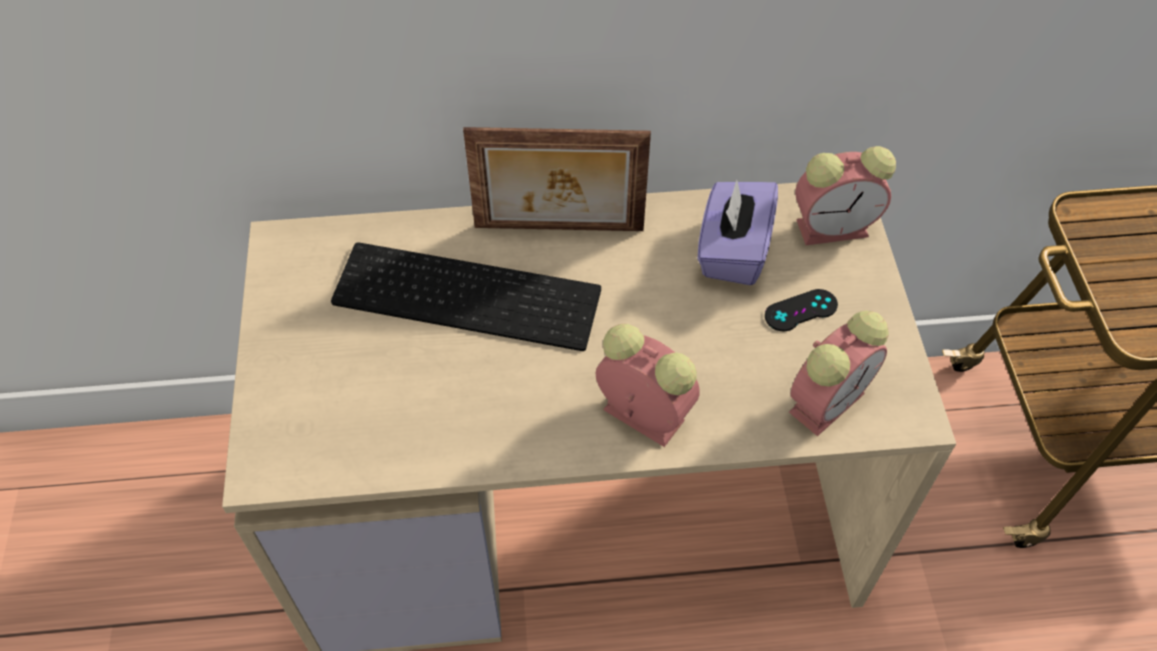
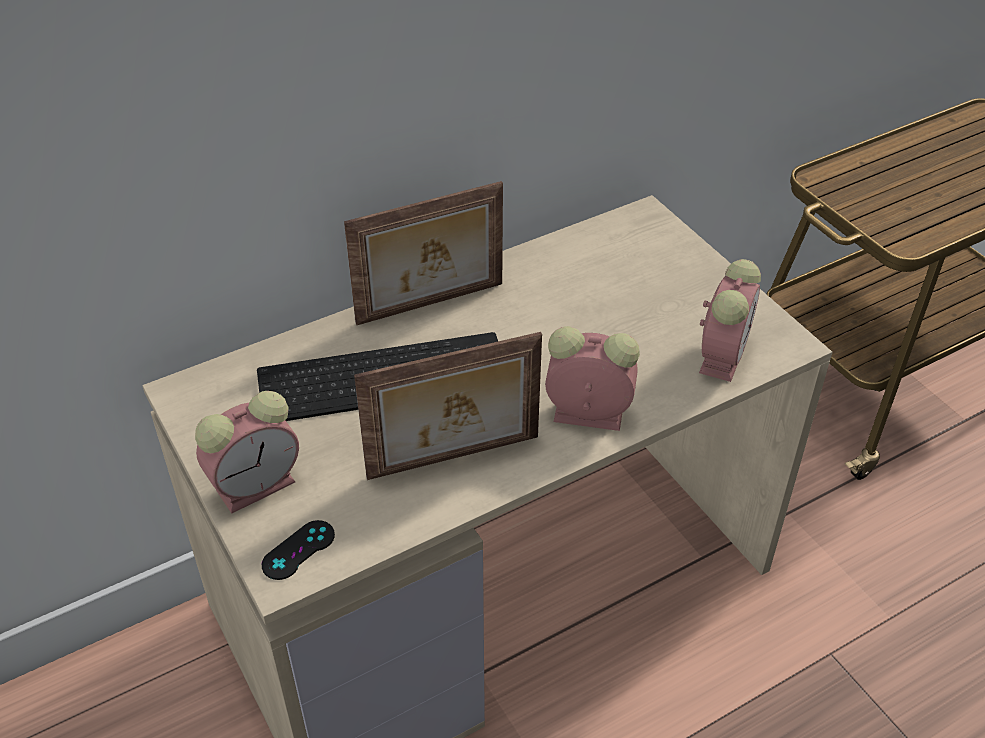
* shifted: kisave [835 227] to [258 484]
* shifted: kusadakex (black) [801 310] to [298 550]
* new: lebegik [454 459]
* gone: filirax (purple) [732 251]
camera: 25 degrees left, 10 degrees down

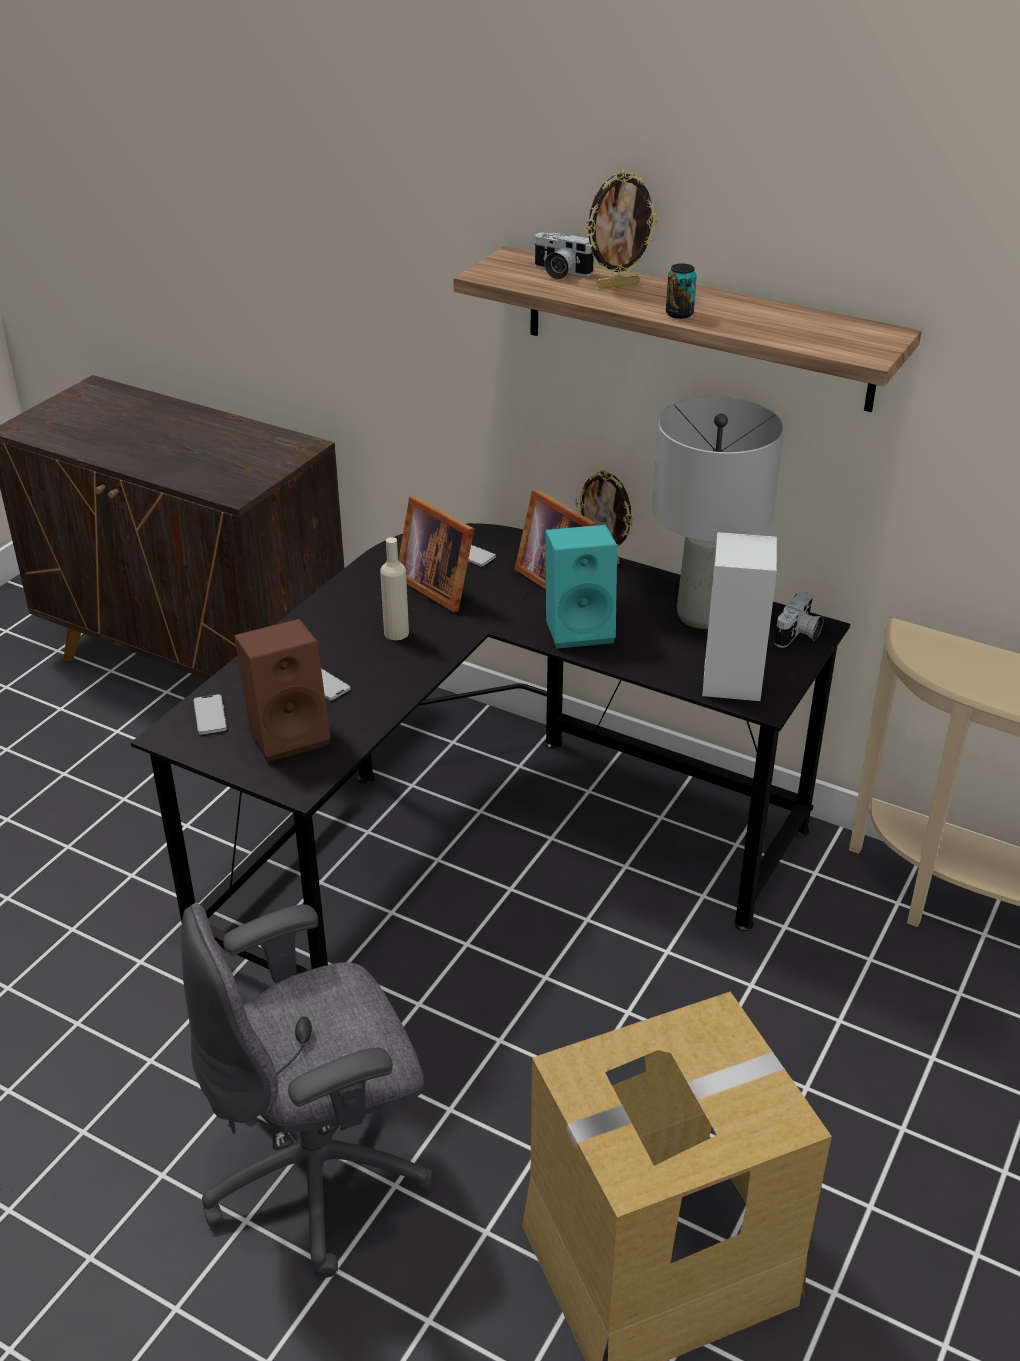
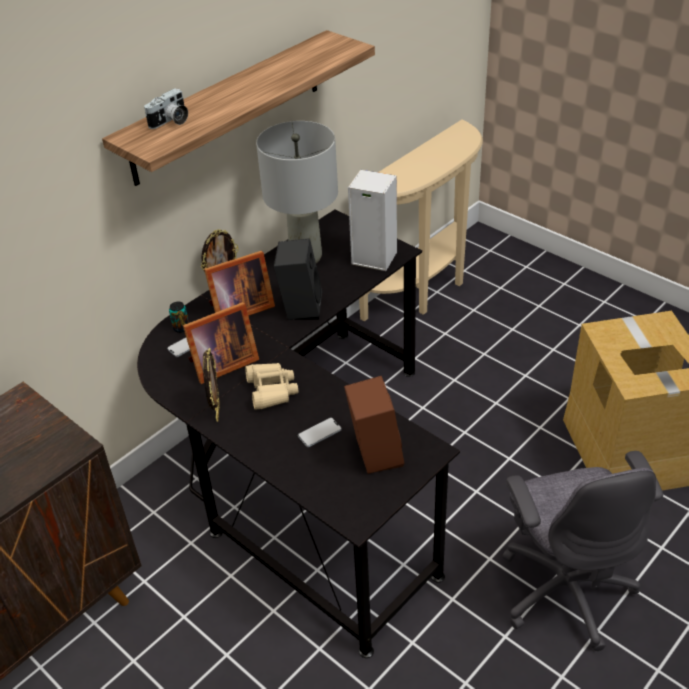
* shifted: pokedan [679 314] to [181 328]
* shifted: lebegik [617 285] to [216 411]
* swapped: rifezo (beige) [396 633] to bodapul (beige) [271 390]
* repainted: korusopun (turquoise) [580 628] to korusopun (black) [300 306]
* gone: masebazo [210 715]
* gone: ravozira [798 635]
camera: 75 degrees left, 5 degrees up

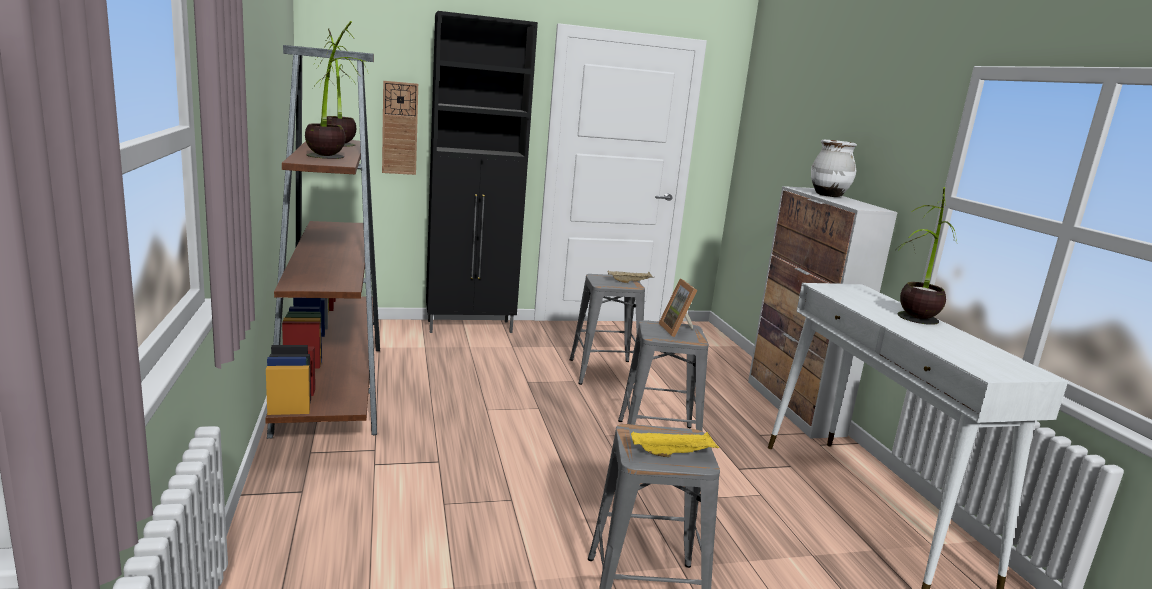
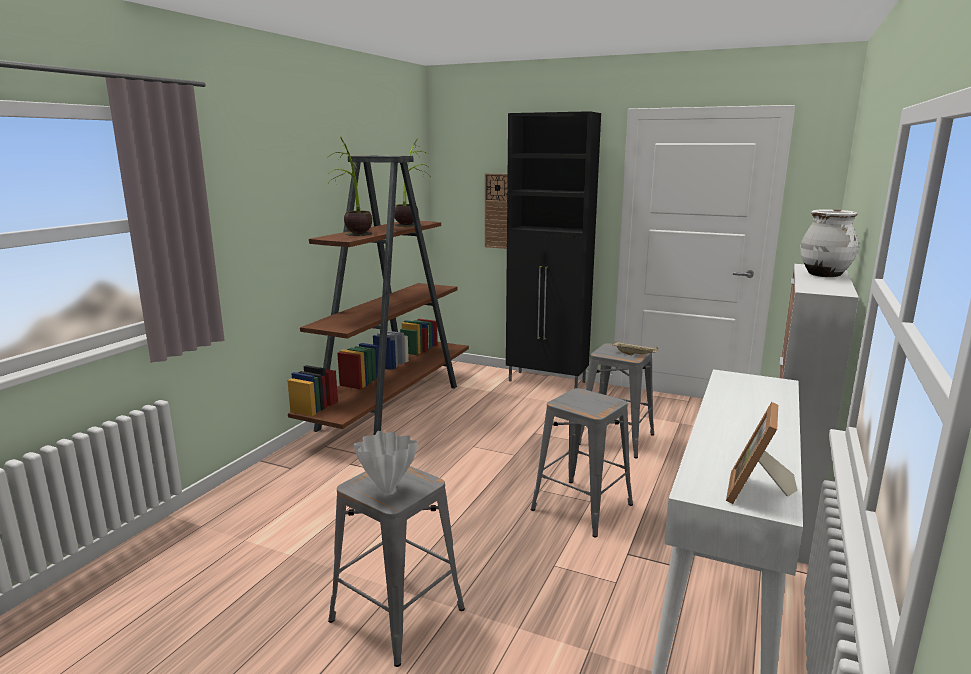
* swapped: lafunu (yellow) [673 454] to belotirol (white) [386 490]
* shifted: lebegik [678 330] to [756 493]
* gone: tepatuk [913 323]
camera: 40 degrees right, 0 degrees up

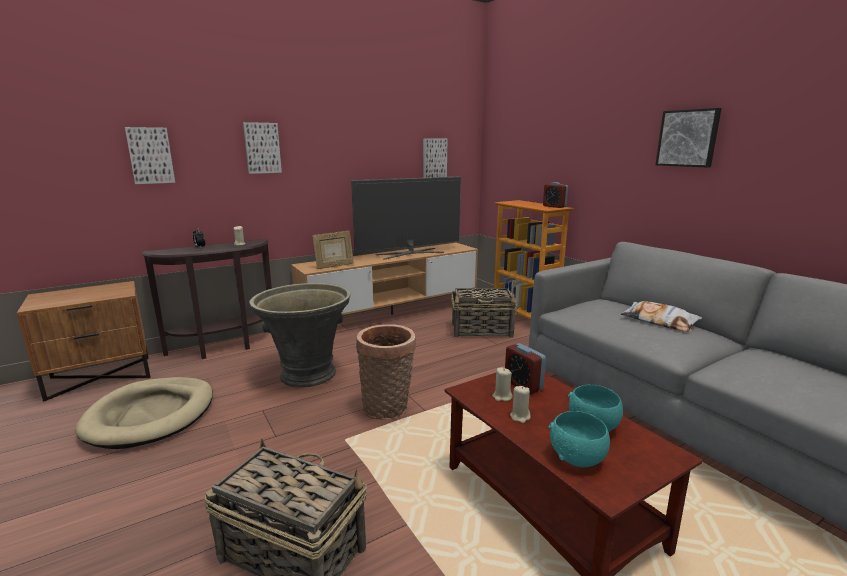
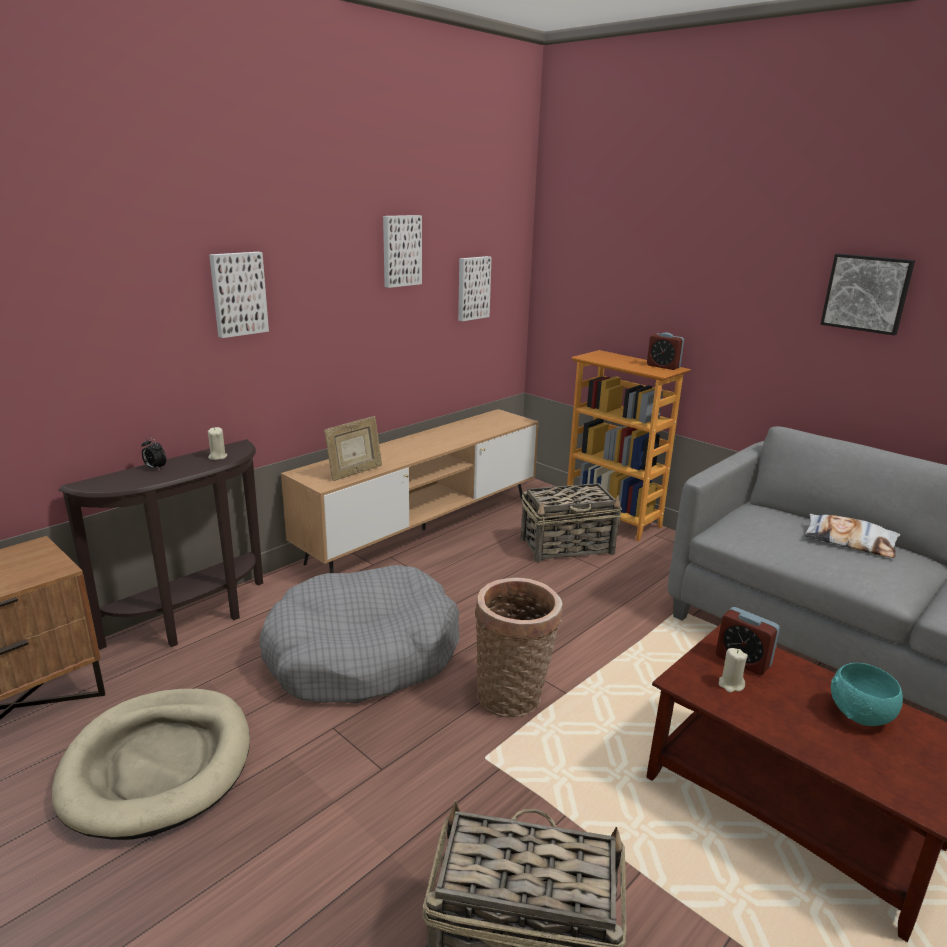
* swapped: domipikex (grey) [307 374] to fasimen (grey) [362 654]
* shifted: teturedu [150 155] to [400 250]
* gone: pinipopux [410 253]
* gone: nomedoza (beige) [520 417]
* gone: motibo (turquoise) [578 458]
camera: 15 degrees left, 5 degrees up

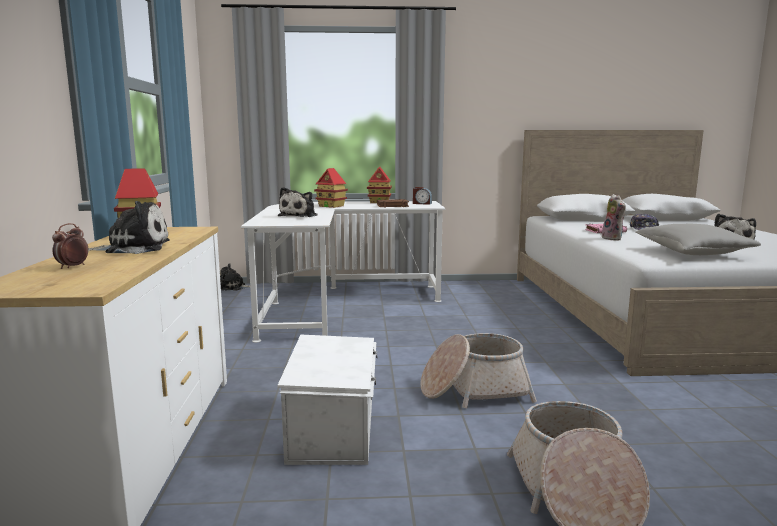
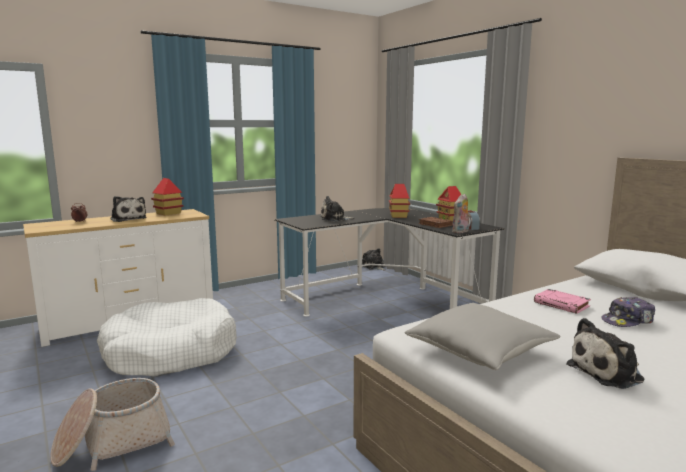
* swapped: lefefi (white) [335 429] to fasimen (white) [170 353]
* repainted: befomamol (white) [338 304] to befomamol (black) [385 299]
* shifted: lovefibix [613 238] to [461 232]
* gone: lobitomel [474 390]
camera: 60 degrees right, 0 degrees up

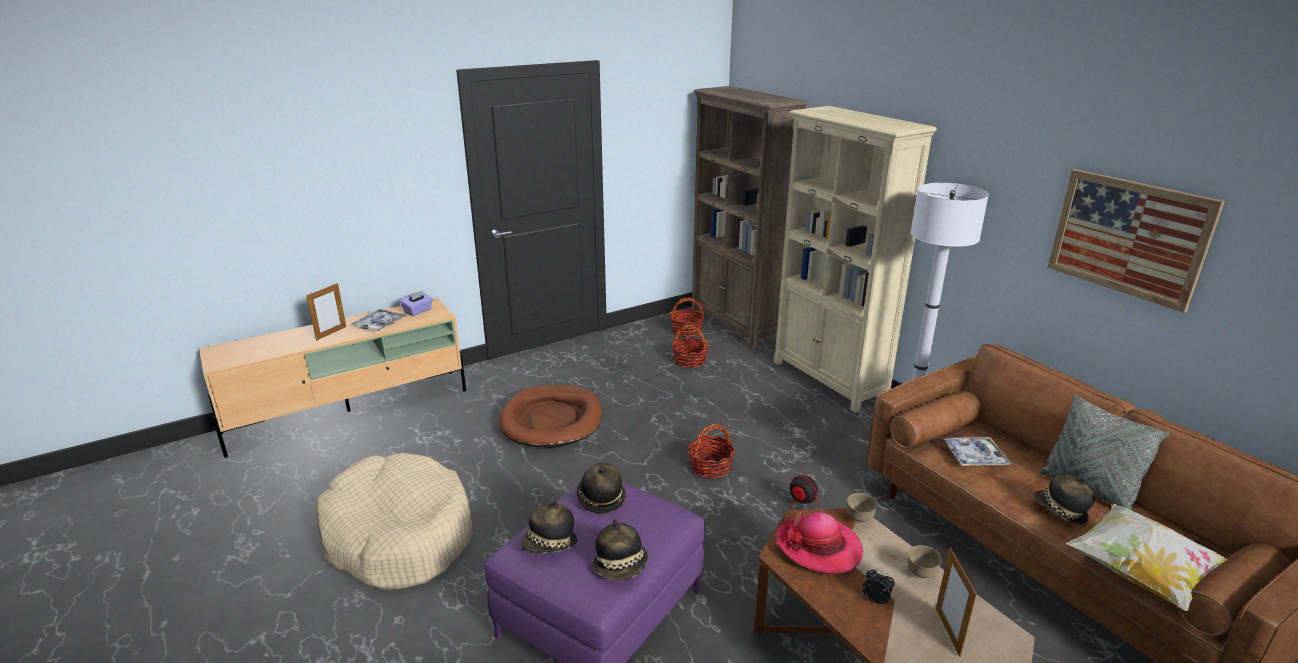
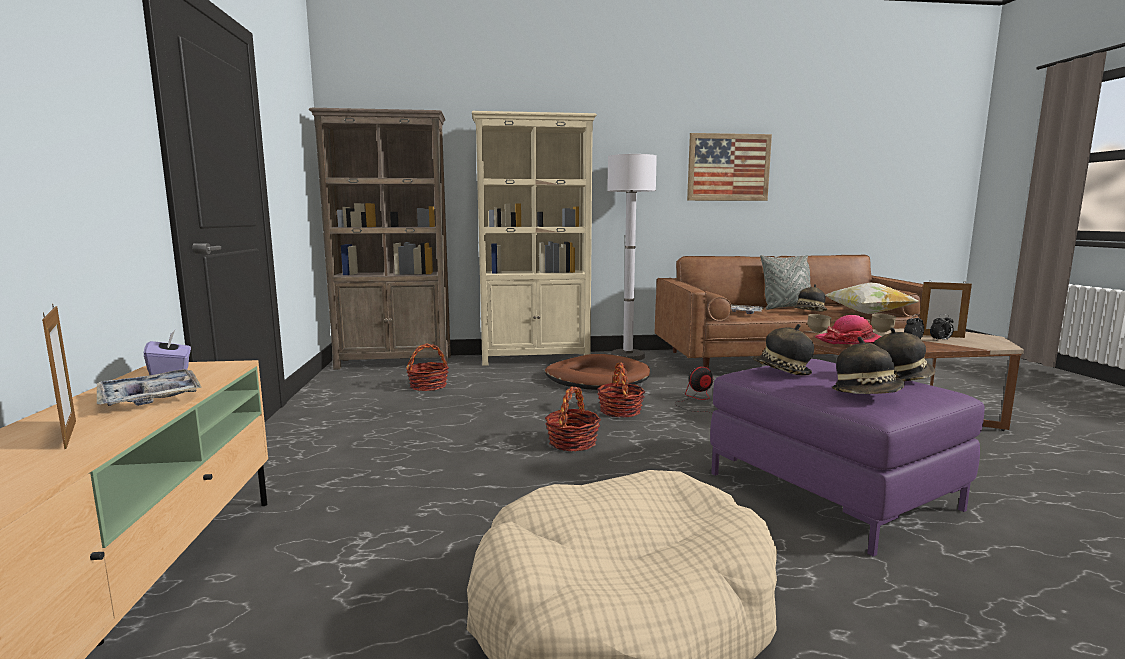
* shifted: fasimen (brown) [551 420] to [597 378]
* shifted: lobitomel [687 330] to [572 442]
* new: kisave [940 340]
camera: 65 degrees left, 15 degrees down

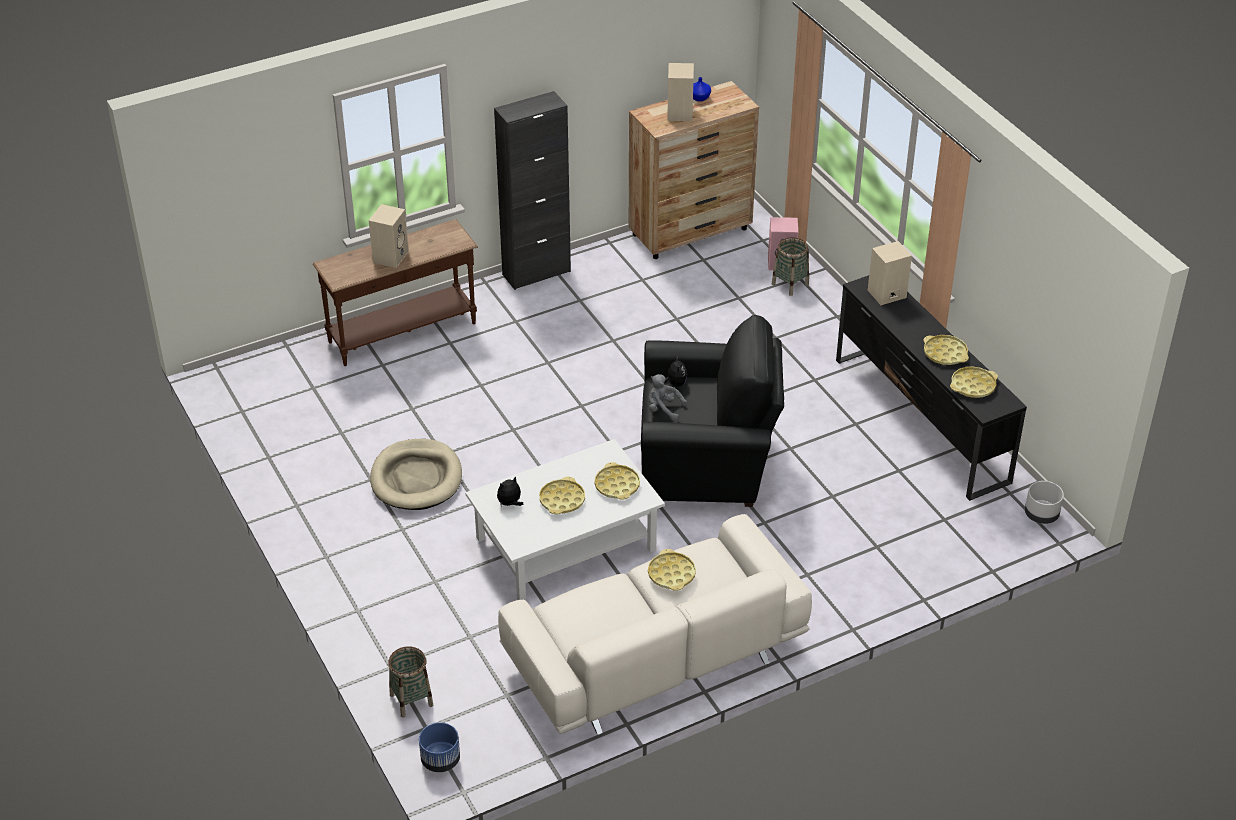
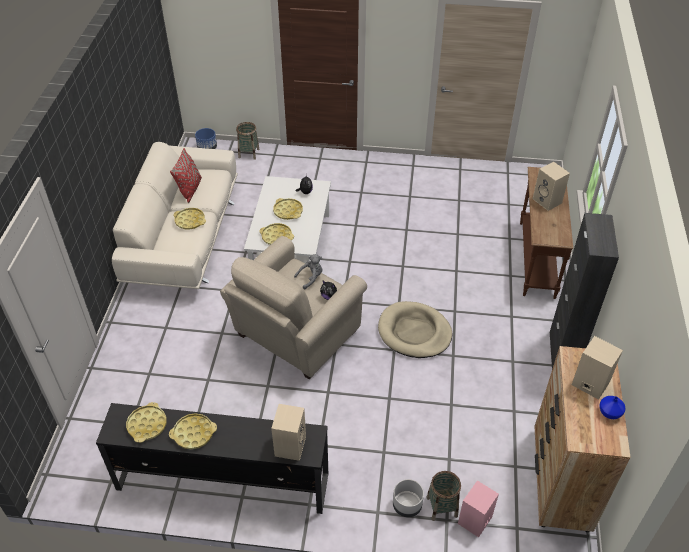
* new: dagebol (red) [190 190]
* repainted: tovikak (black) [707 463] to tovikak (beige) [294 336]
* shifted: fasimen (beige) [416 478] to [414 332]
* shifted: domipikex (grey) [1041 515] to [406 505]
camera: 125 degrees right, 5 degrees up

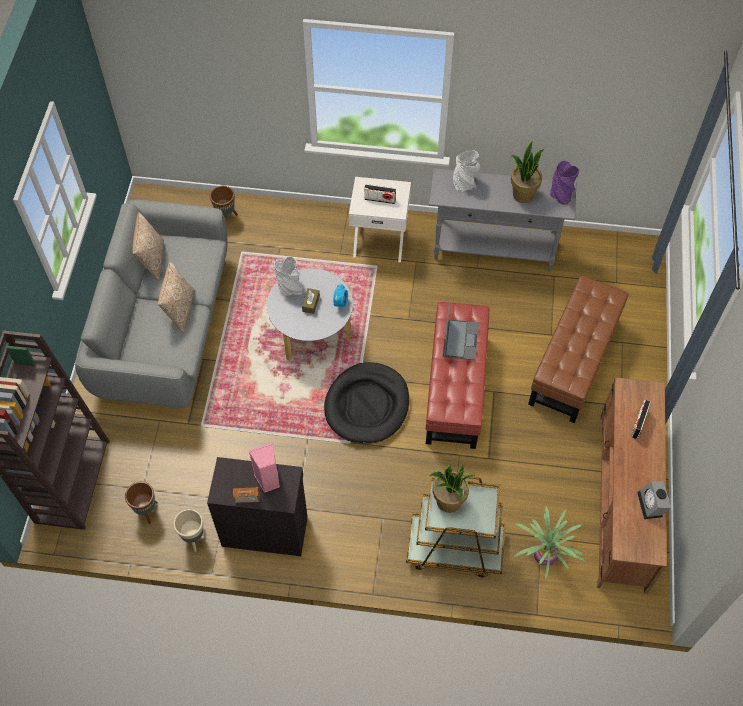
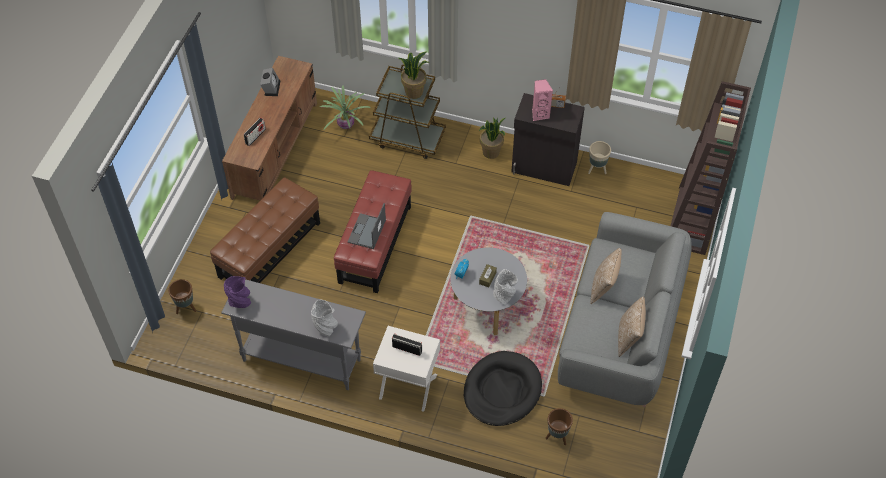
* shifted: domipikex (brown) [147 511] to [185 308]
* shifted: fasimen (black) [367 405] to [502 390]
* shifted: tepatuk [522 194] to [491 152]
camera: 170 degrees left, 5 degrees down

